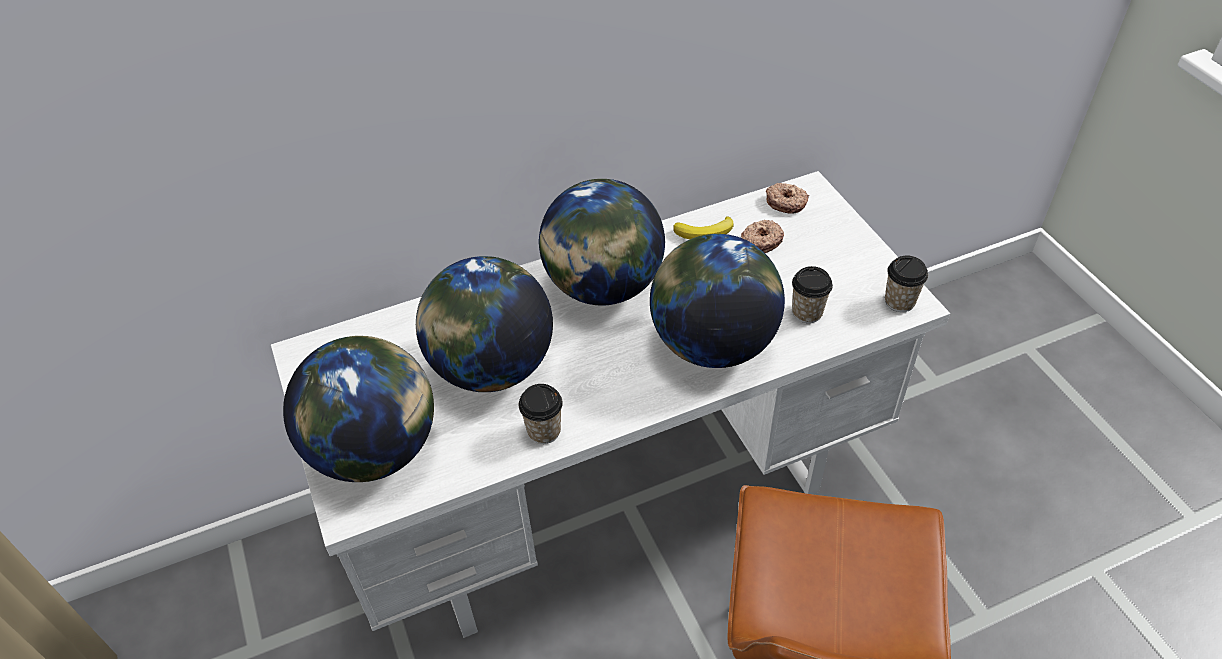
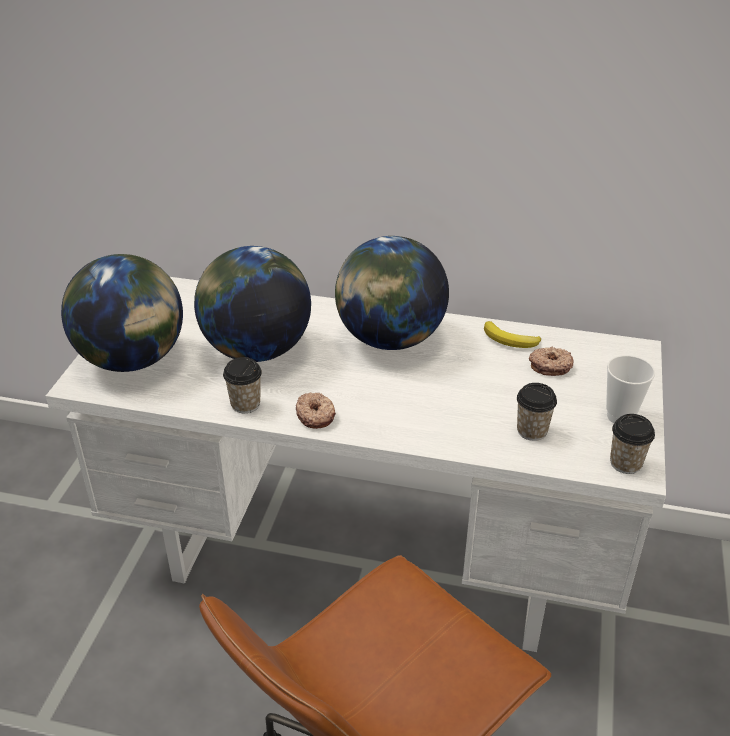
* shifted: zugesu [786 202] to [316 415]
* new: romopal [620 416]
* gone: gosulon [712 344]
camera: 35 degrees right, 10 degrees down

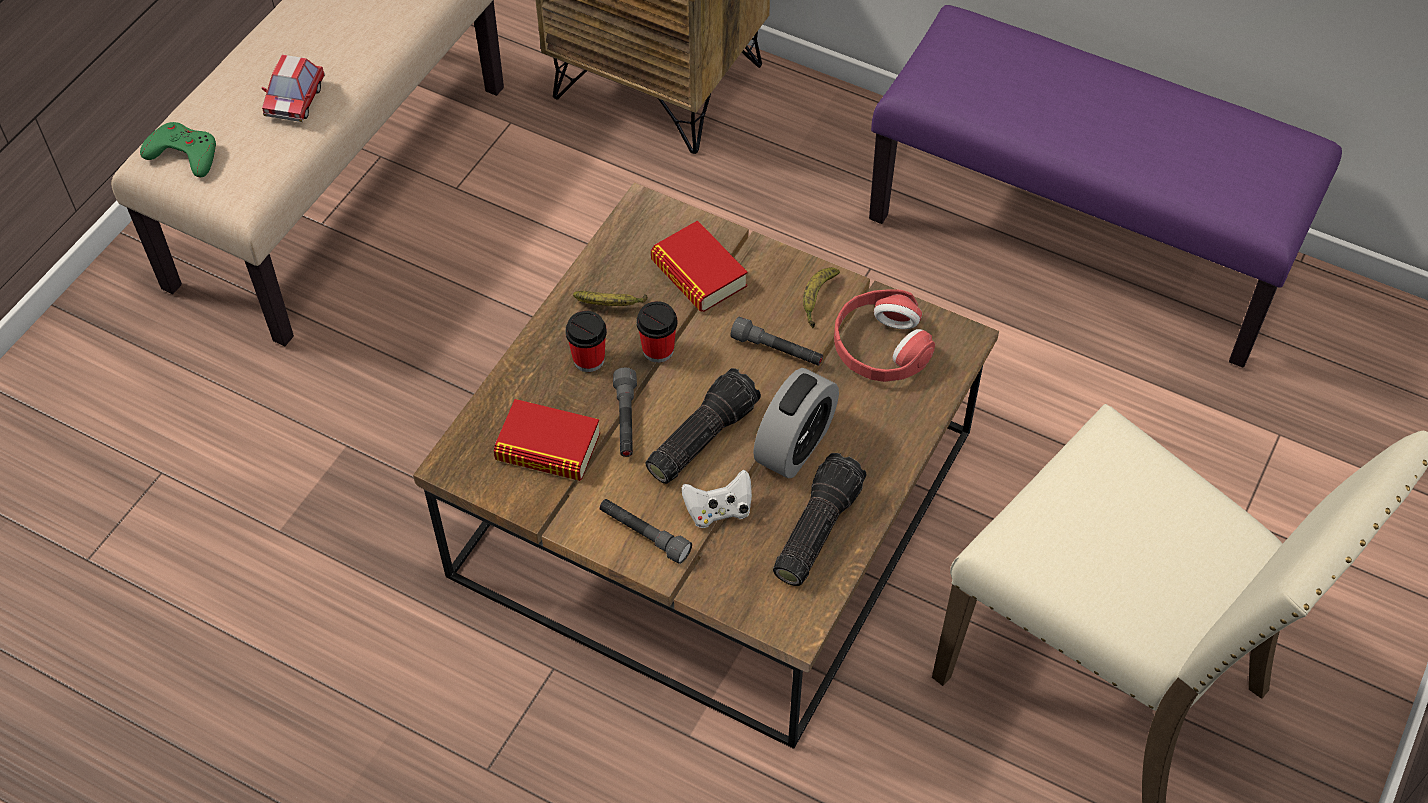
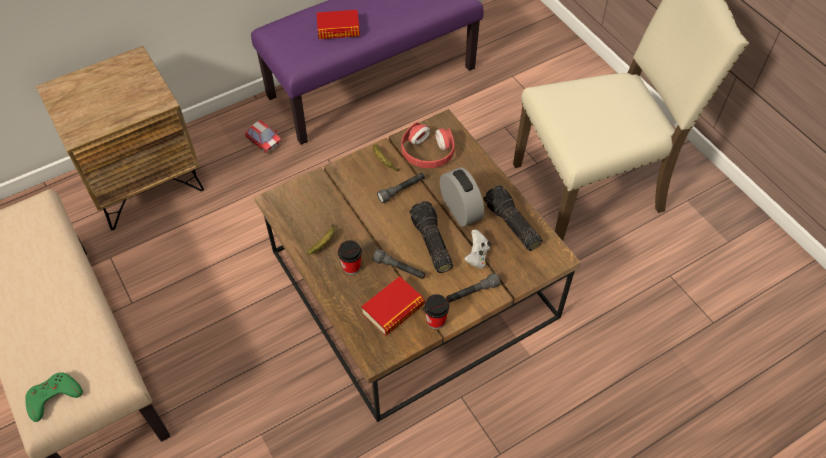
* shifted: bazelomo [296 100] to [264 142]
* shifted: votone [698 274] to [338 29]
* shifted: romopal [658 350] to [436 321]
camera: 60 degrees left, 0 degrees up

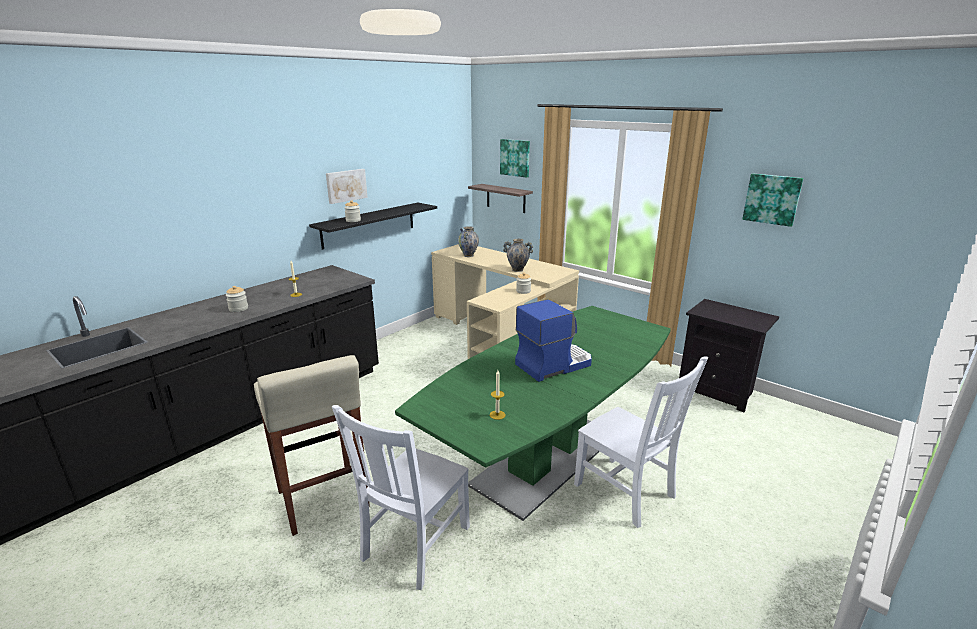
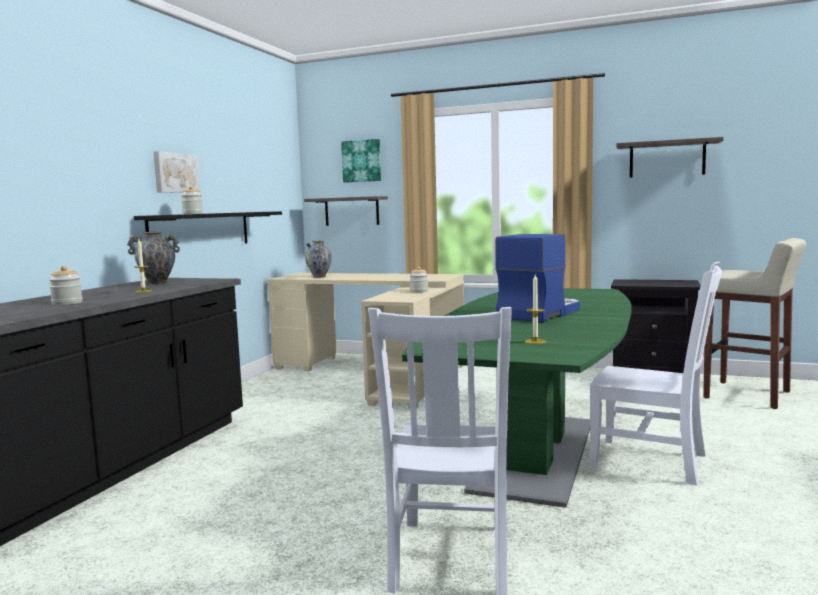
* shifted: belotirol [517 270] to [157 283]
* swapped: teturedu [772 199] to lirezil [667 159]
* shifted: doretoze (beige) [323 500] to [748 395]
camera: 20 degrees left, 15 degrees down

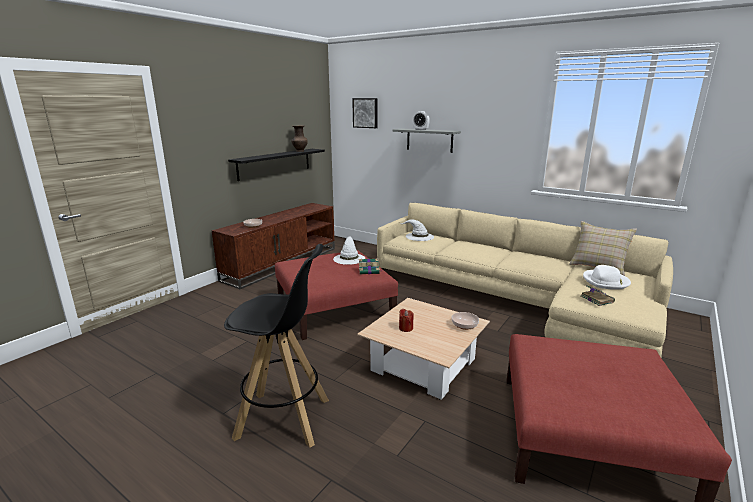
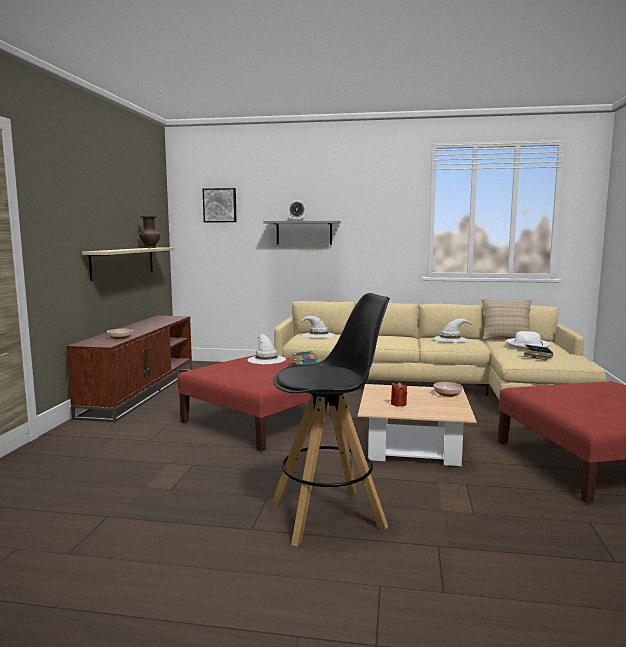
* repainted: lirezil (black) [275 163] to lirezil (beige) [123 262]
* new: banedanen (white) [450 339]
camera: 25 degrees left, 10 degrees down

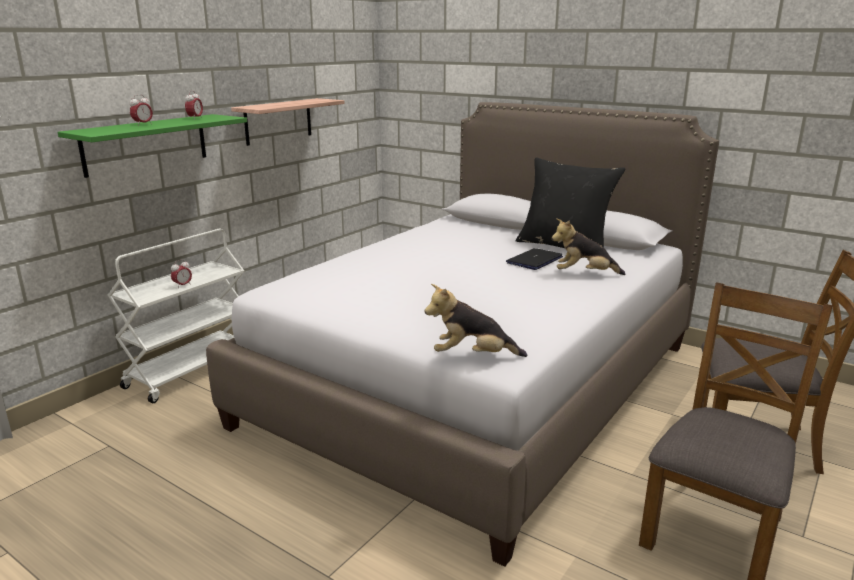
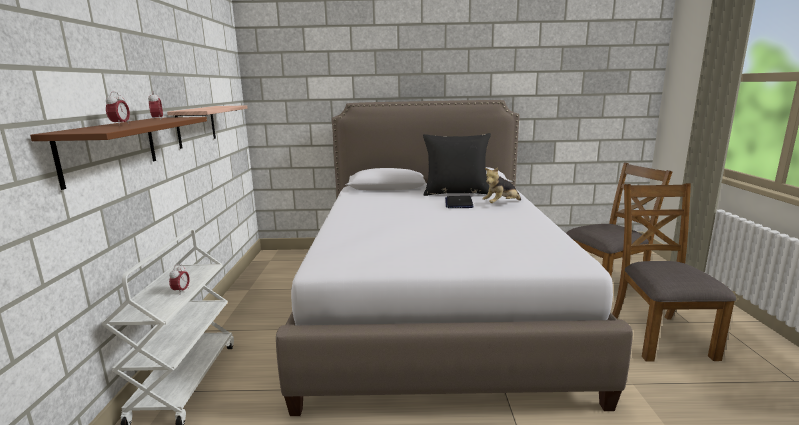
* repainted: lirezil (green) [146 144] to lirezil (brown) [110 149]
* gone: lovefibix [472 356]
camera: 35 degrees left, 5 degrees down

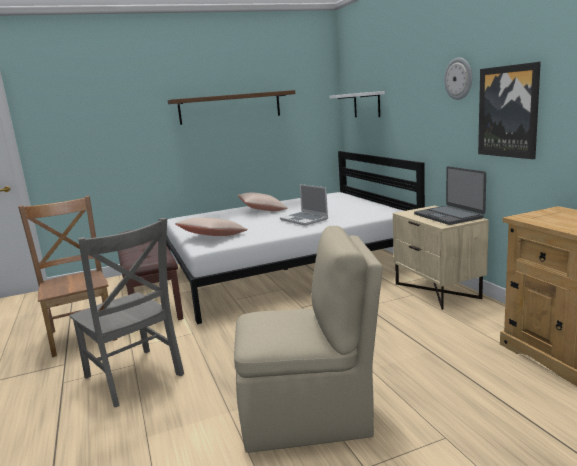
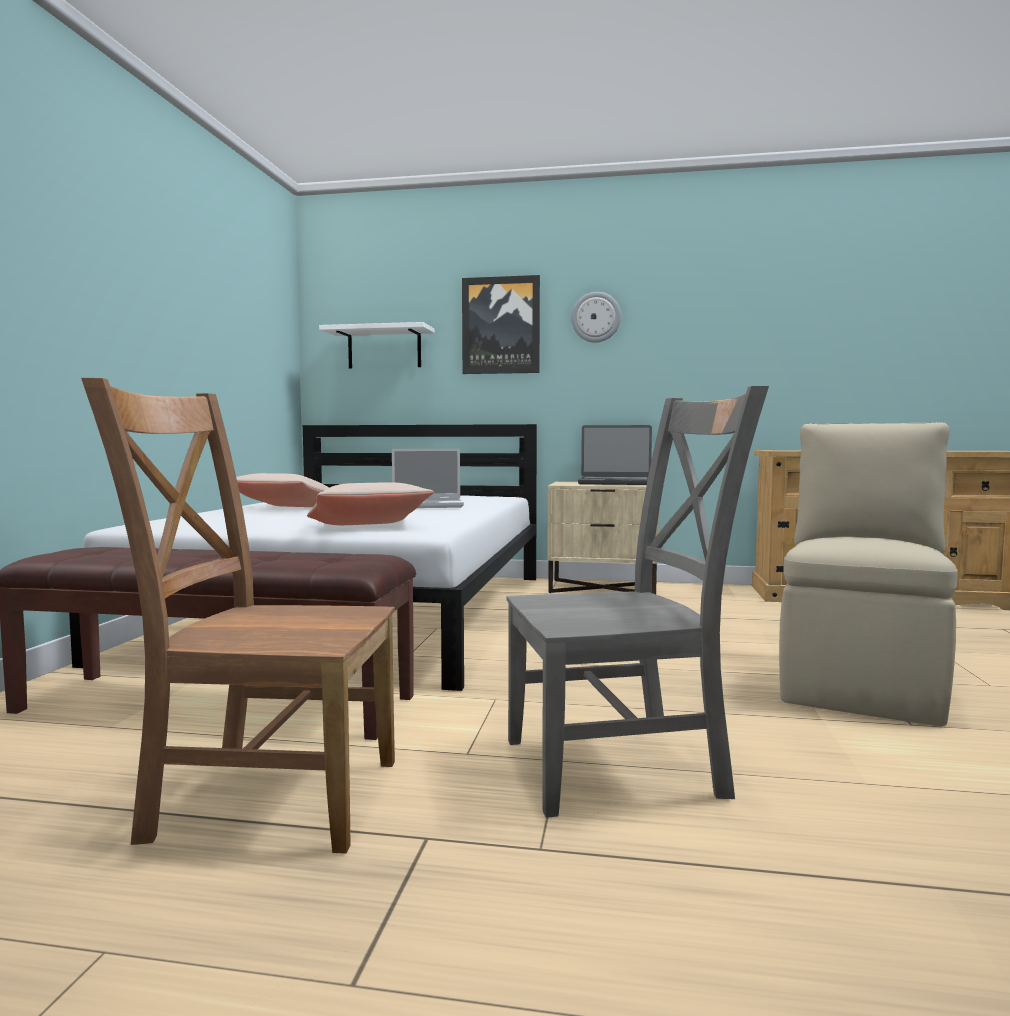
* shifted: teturedu [508 111] to [501 325]
* gone: lirezil [230 107]
camera: 60 degrees left, 10 degrees down

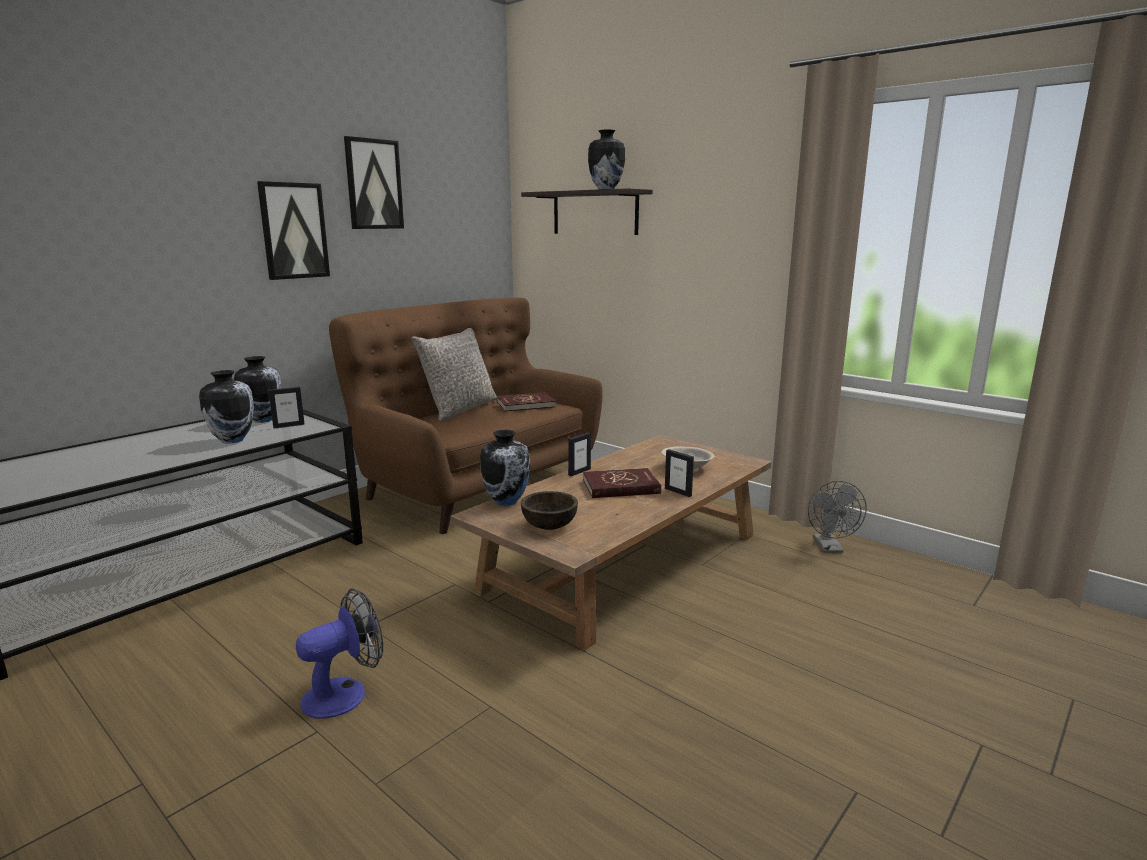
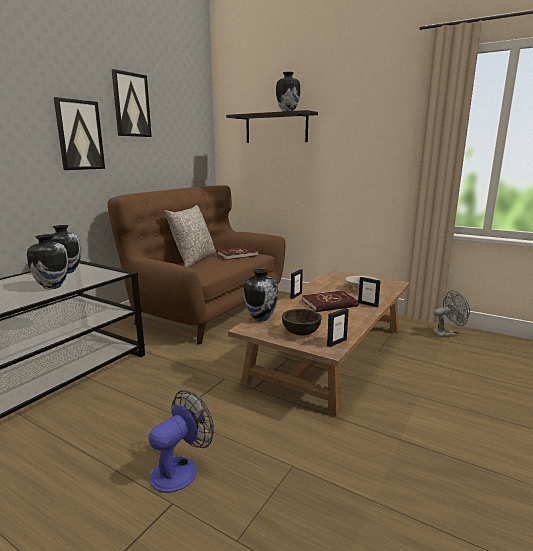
* shifted: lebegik [289 426] to [336 342]
* rotated: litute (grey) [830 548] = [448 334] 90 degrees counterclockwise
camera: 10 degrees left, 0 degrees up

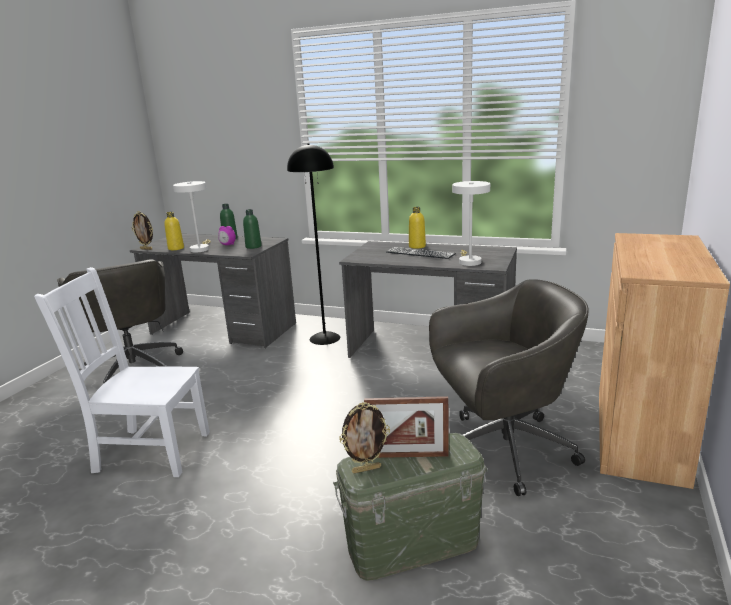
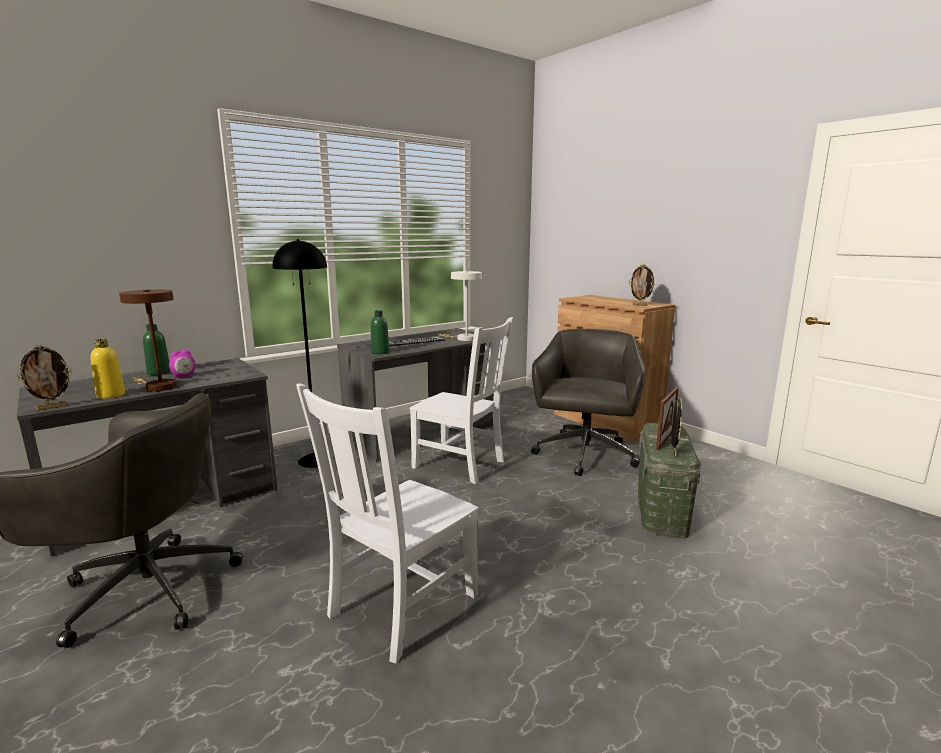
* repainted: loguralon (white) [200 249] to loguralon (brown) [158 387]
* shifted: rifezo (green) [253 246] to [380 352]
* new: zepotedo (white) [461 465]
* new: lebegik [640 305]
* gone: rifezo (yellow) [417 246]
camera: 60 degrees left, 5 degrees down

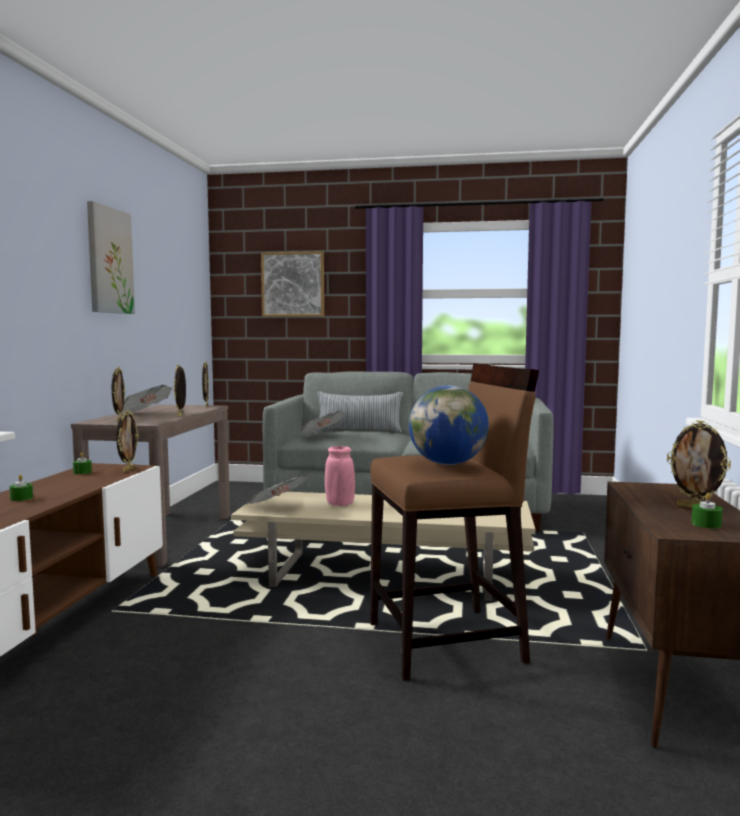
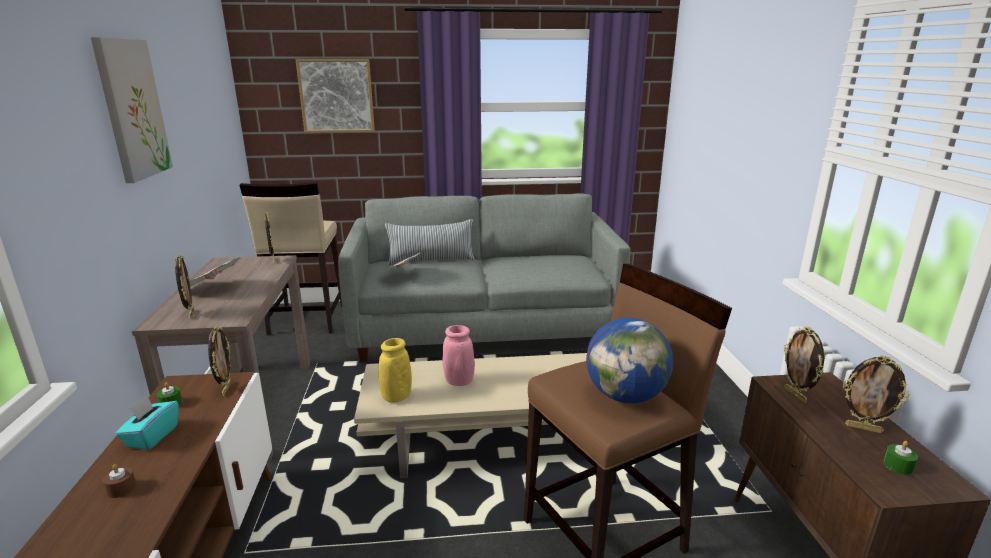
* repainted: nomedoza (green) [21 498] to nomedoza (brown) [121 488]
* new: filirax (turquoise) [152 436]
* new: doretoze (beige) [306 320]
* swapped: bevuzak [276 507] to belotirol (yellow) [396 397]
* shifted: lebegik [181 415] to [796 395]
camera: 15 degrees left, 15 degrees up

